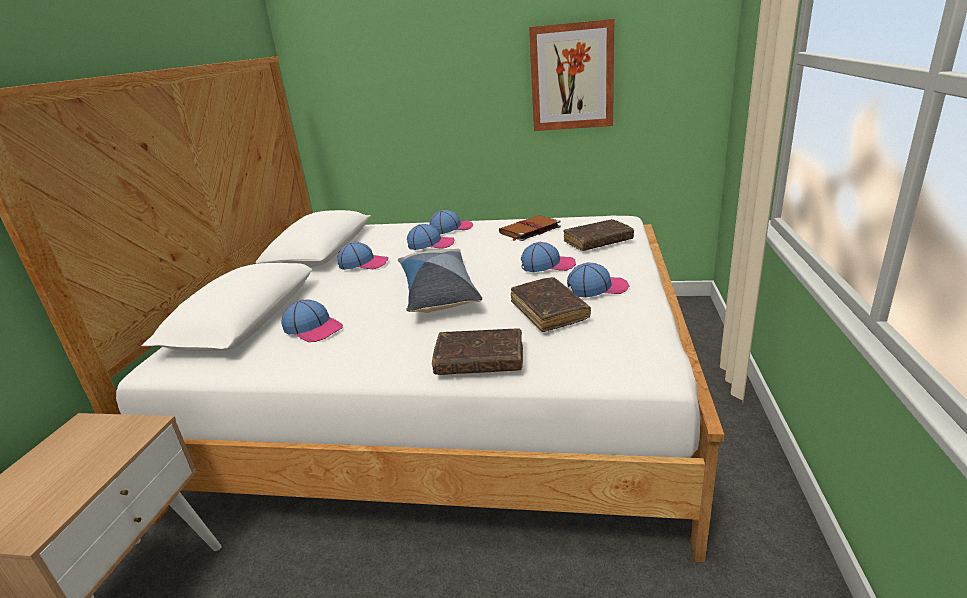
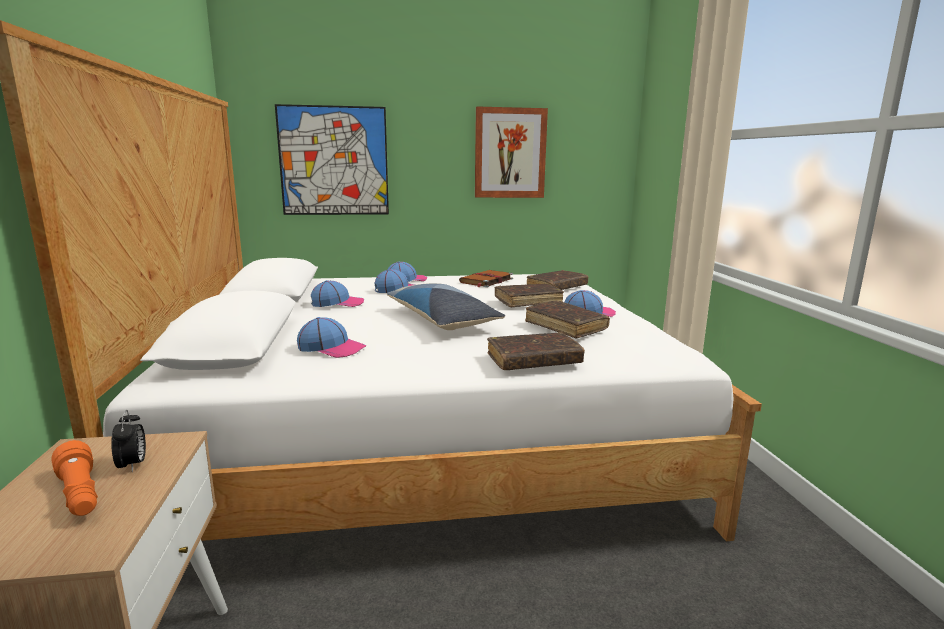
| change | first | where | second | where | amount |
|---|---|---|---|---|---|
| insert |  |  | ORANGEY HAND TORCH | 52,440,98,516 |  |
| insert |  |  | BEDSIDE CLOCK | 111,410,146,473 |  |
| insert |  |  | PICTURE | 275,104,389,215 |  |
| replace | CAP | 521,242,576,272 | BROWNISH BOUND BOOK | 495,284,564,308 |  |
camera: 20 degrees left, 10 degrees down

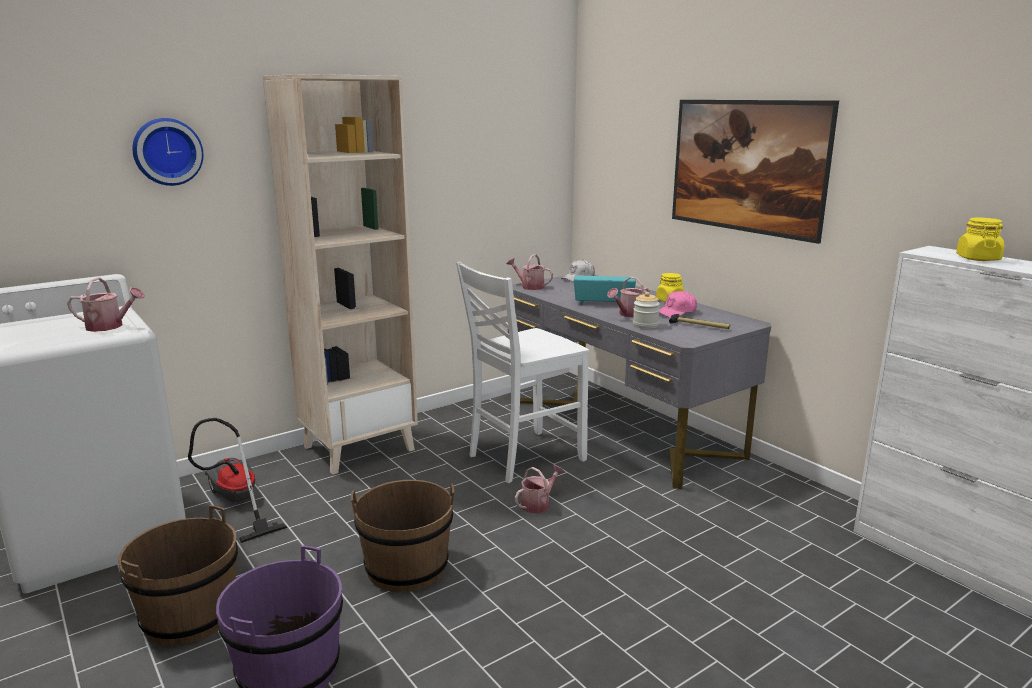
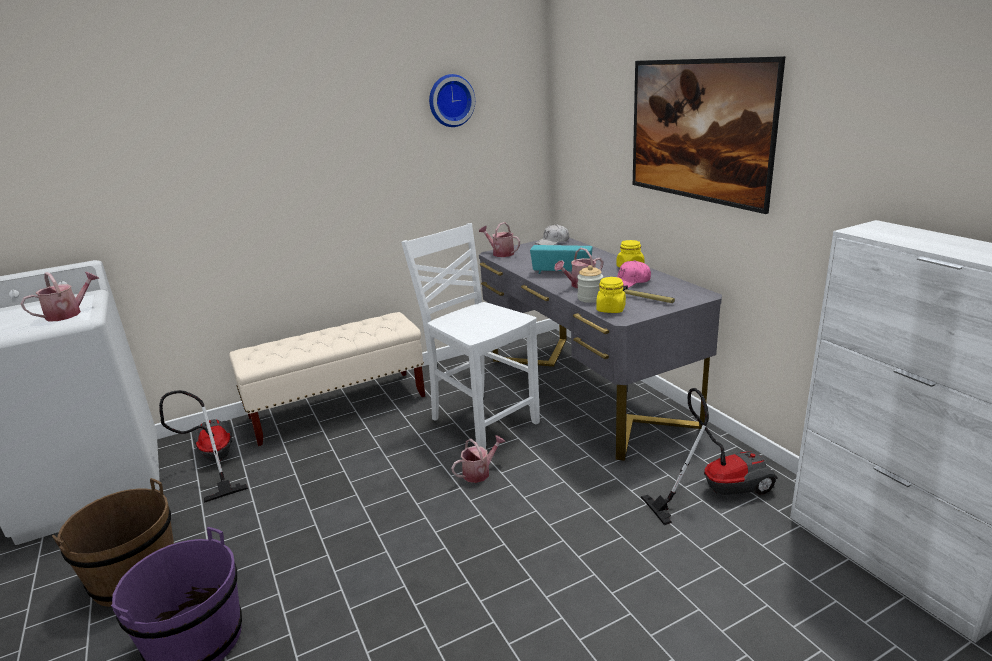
| change | first | where | second | where | amount |
|---|---|---|---|---|---|
| delete | BROWNISH BUCKET | 351,480,454,593 |  |  |  |
| insert |  |  | VACUUM CLEANER | 641,388,777,525 |  |
| move | WALL CLOCK | 132,118,203,186 |  | 429,74,475,127 |  |
| move | YELLOW JAR | 956,218,1004,261 |  | 596,277,626,313 |  |
| replace | BEIGE BOOKCASE | 263,74,418,475 | BEIGE BENCH | 229,312,425,446 |  |
| rotate | WATERING CAN | 67,277,145,332 |  | 21,272,99,321 | 60 degrees counterclockwise |
| rotate | WHITE-COLOURED CHAIR | 456,261,589,483 |  | 401,223,540,449 | 75 degrees clockwise |
camera: 10 degrees right, 5 degrees up

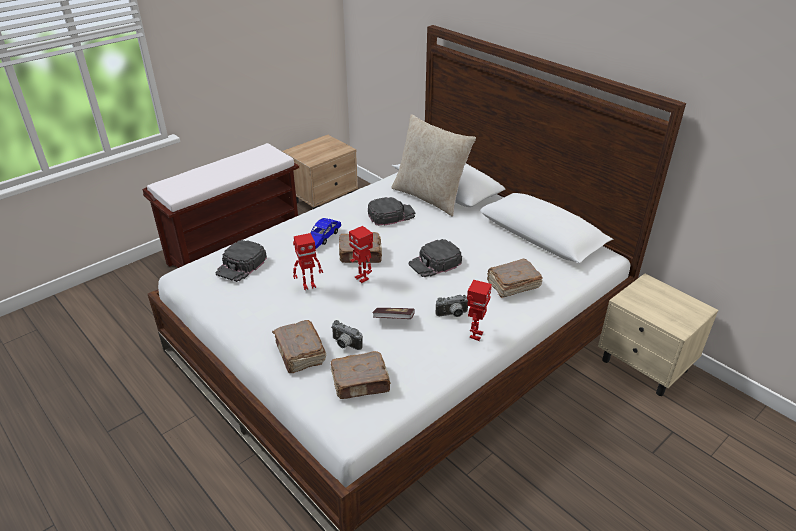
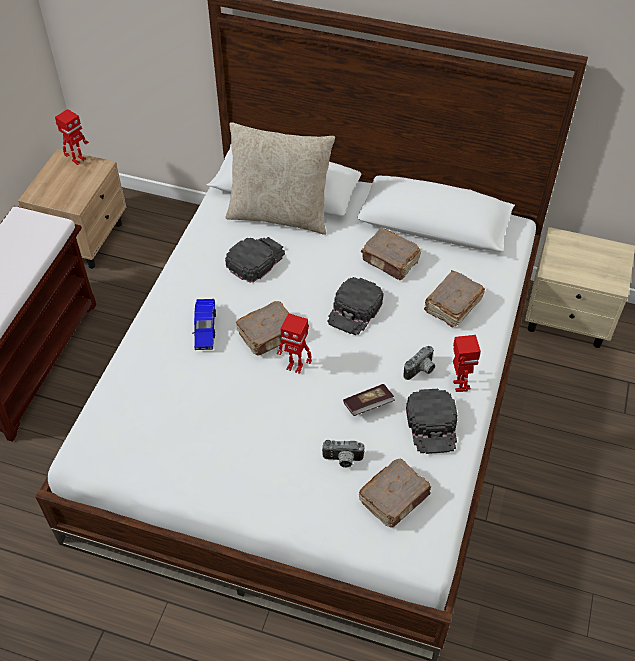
| change | first | where | second | where | amount |
|---|---|---|---|---|---|
| move | BLACKISH CAP | 215,240,267,282 |  | 406,389,457,454 |  |
| move | BROWNISH BOUND BOOK | 272,320,326,373 |  | 361,228,421,280 |  |
| move | MODEL ROBOT | 293,233,323,290 |  | 55,109,89,165 |  |
camera: 30 degrees left, 15 degrees up

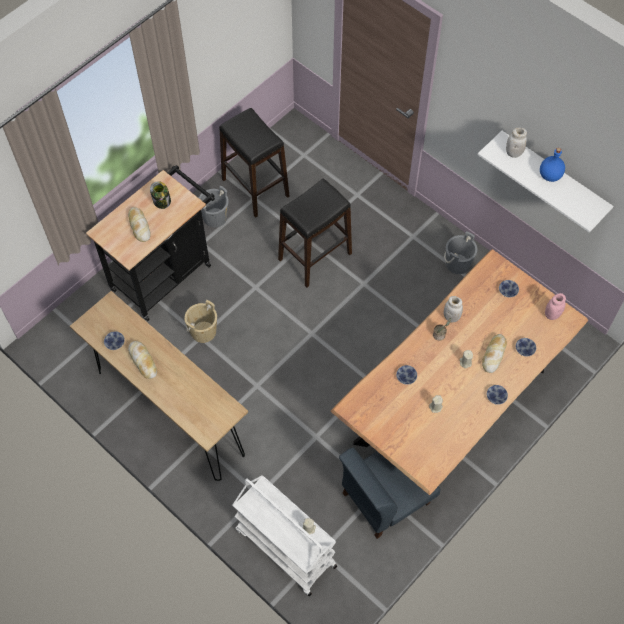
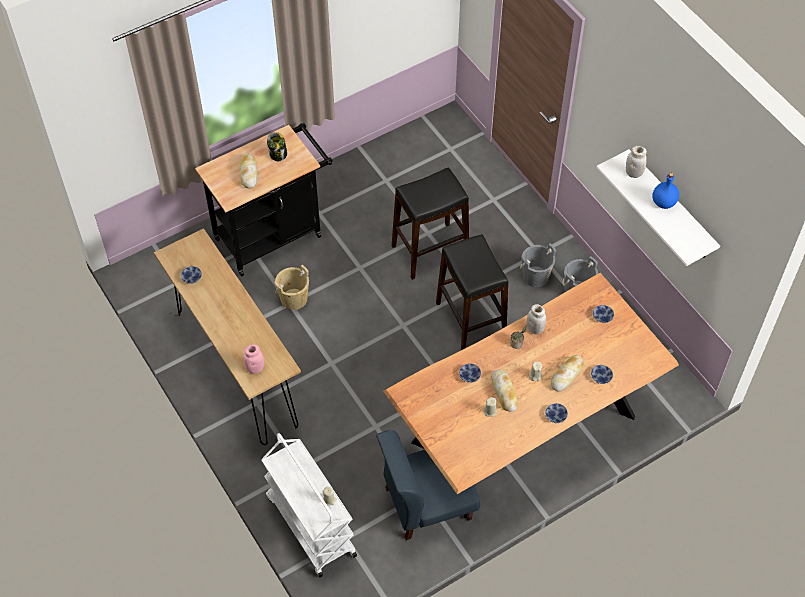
| change | first | where | second | where | amount |
|---|---|---|---|---|---|
| move | BAKED BREAD | 128,341,157,379 |  | 491,370,518,412 |  |
| move | GRAY BUCKET | 199,186,229,227 |  | 520,243,556,287 |  |
| move | BLACKISH STOOL SEAT | 219,108,290,218 |  | 436,234,508,350 |  |
| move | PINK JAR | 545,293,566,320 |  | 243,345,264,374 |  |
camera: 15 degrees right, 5 degrees down

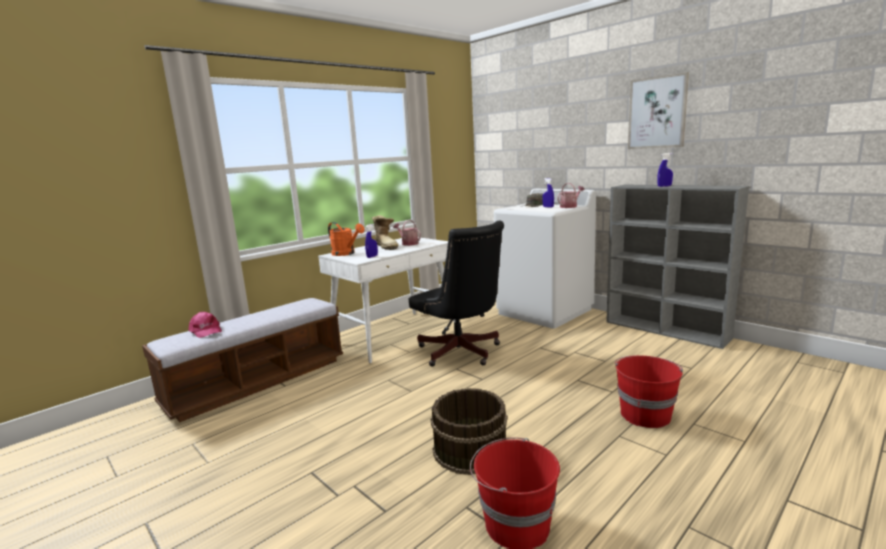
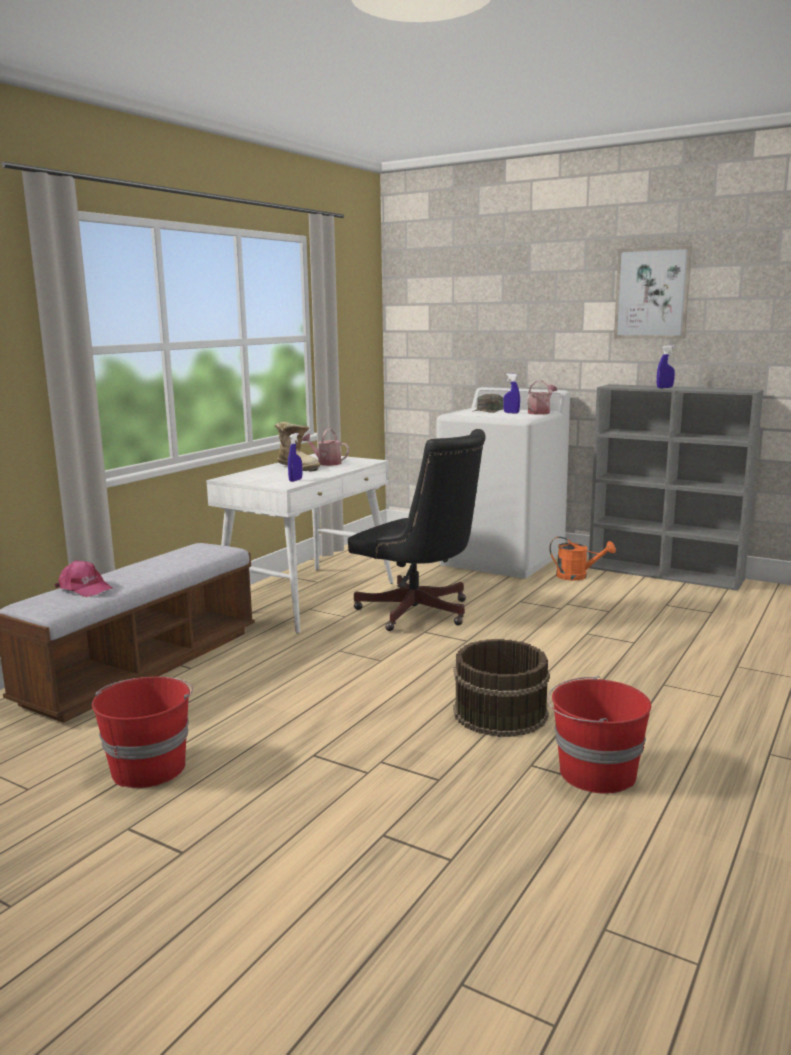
| change | first | where | second | where | amount |
|---|---|---|---|---|---|
| move | ORANGEY WATERING CAN | 328,222,365,256 |  | 549,537,616,580 |  |
| move | REDDISH BUCKET | 615,355,683,428 |  | 92,677,193,788 |  |
camera: 15 degrees left, 0 degrees up

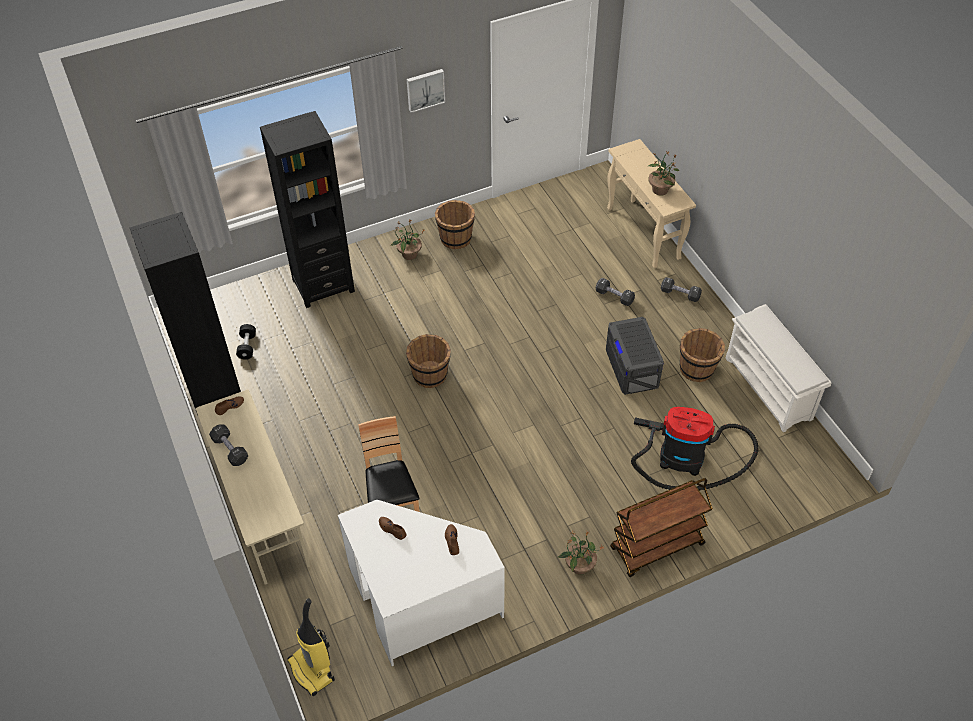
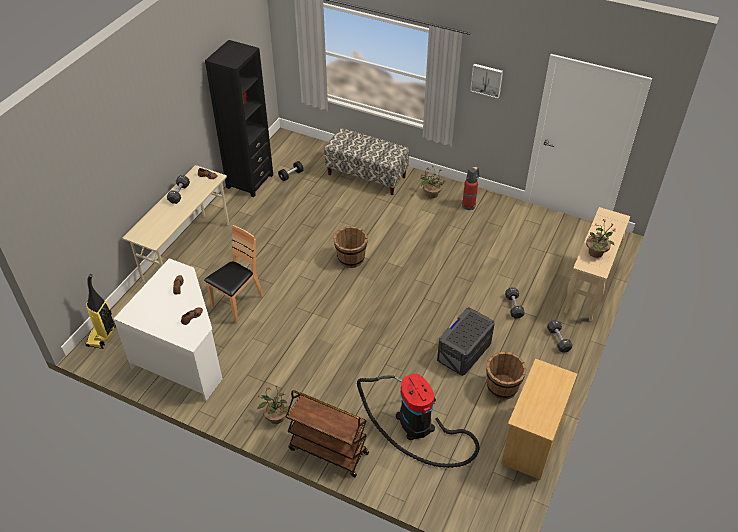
| change | first | where | second | where | amount |
|---|---|---|---|---|---|
| replace | BLACKISH BOOKCASE | 260,111,355,308 | BENCH | 324,128,409,195 |  |
| replace | BROWNISH BUCKET | 435,200,475,249 | FIRE EXTINGUISHER | 462,167,480,210 |  |
| replace | WHITE-COLOURED SHOE SHELF | 725,304,832,432 | BEIGE DRESSER | 501,359,577,480 |  |
camera: 50 degrees right, 5 degrees down

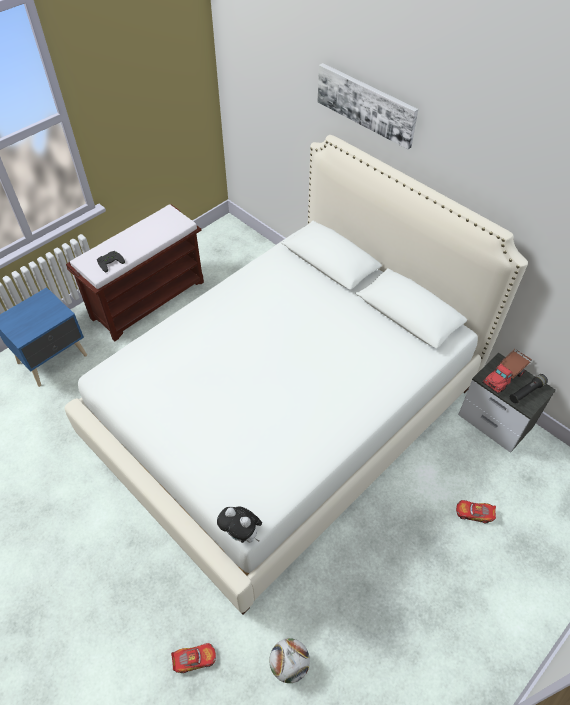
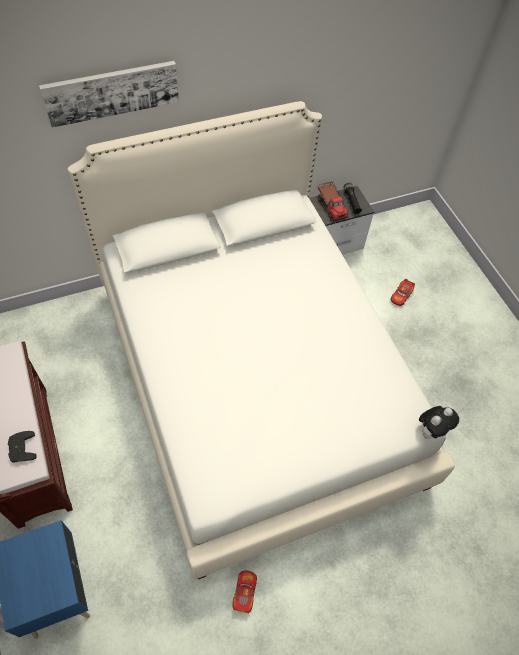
| change | first | where | second | where | amount |
|---|---|---|---|---|---|
| delete | BALL FOR FOOTBALL | 269,638,310,683 |  |  |  |
| move | MINIATURE CAR | 171,643,216,673 |  | 233,570,257,613 |  |
camera: 70 degrees left, 5 degrees up

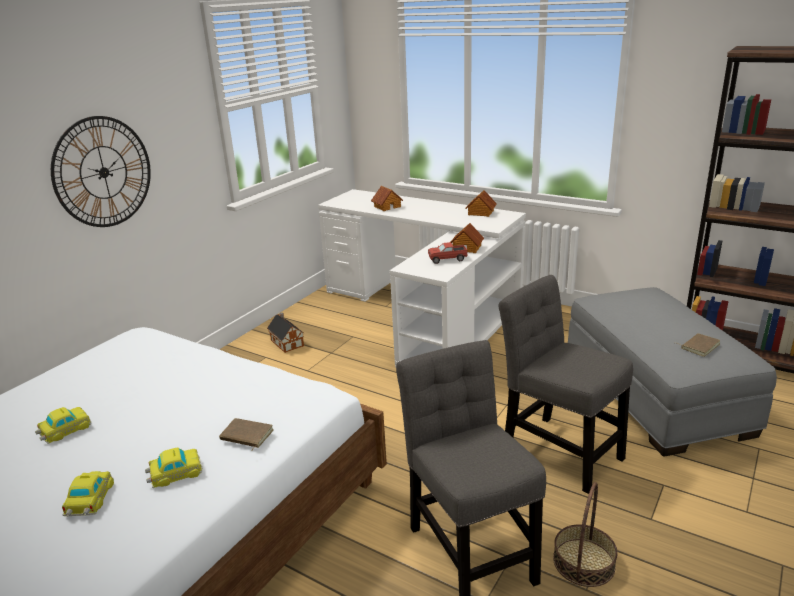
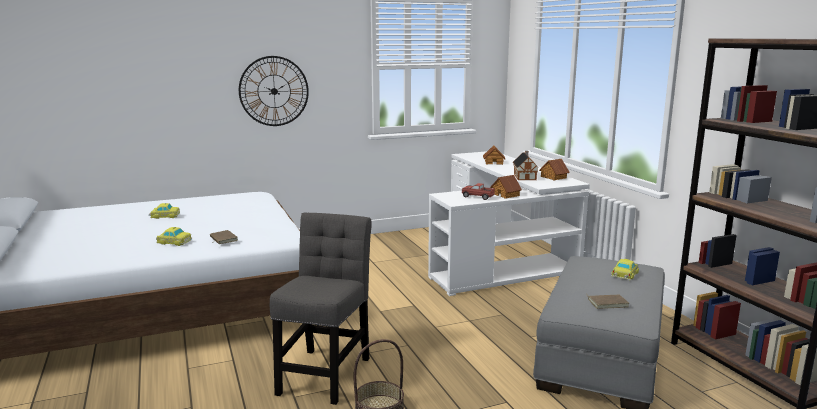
| change | first | where | second | where | amount |
|---|---|---|---|---|---|
| delete | GRAY CHAIR | 499,275,633,494 |  |  |  |
| move | MINIATURE CAR | 62,471,114,517 |  | 611,259,639,280 |  |
| move | TOY HOUSE | 267,313,305,353 |  | 513,151,539,180 |  |
camera: 35 degrees right, 10 degrees down

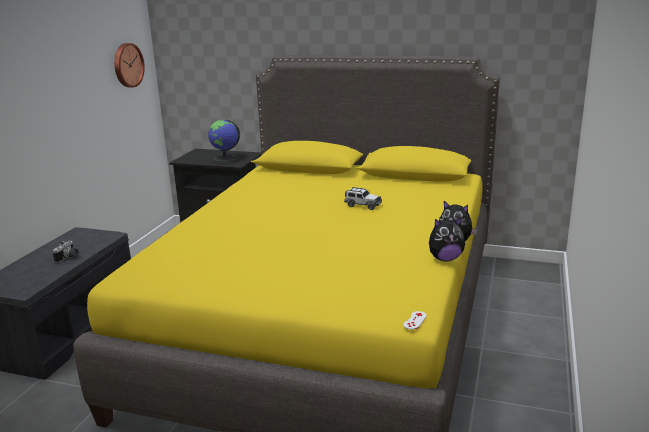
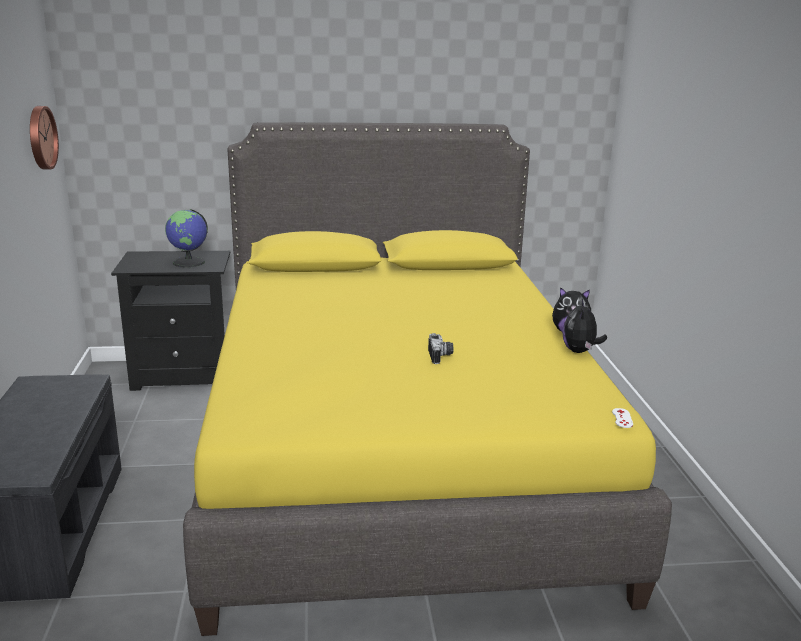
| change | first | where | second | where | amount |
|---|---|---|---|---|---|
| delete | MINIATURE CAR | 344,187,382,210 |  |  |  |
| move | STILL CAMERA | 53,241,79,263 |  | 428,333,453,364 |  |
| rotate | SOFT TOY | 429,217,465,261 |  | 562,299,607,353 | 135 degrees clockwise |
camera: 25 degrees left, 0 degrees up

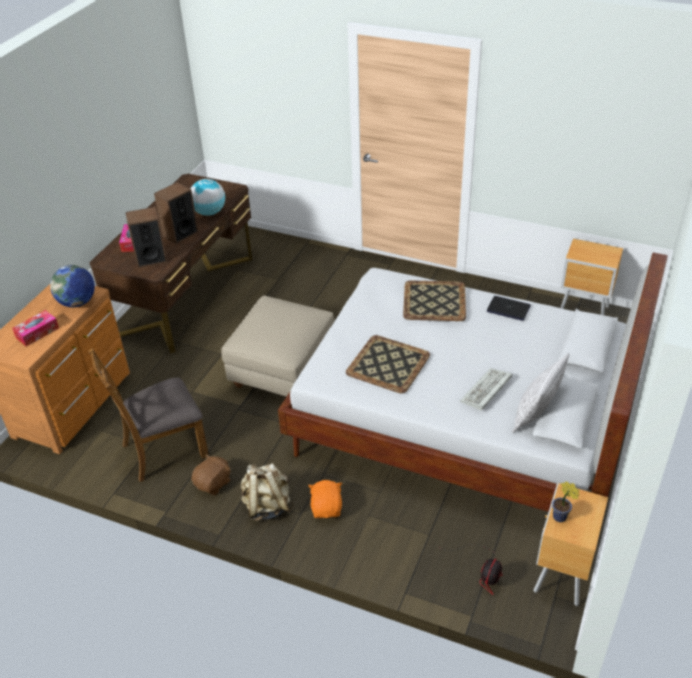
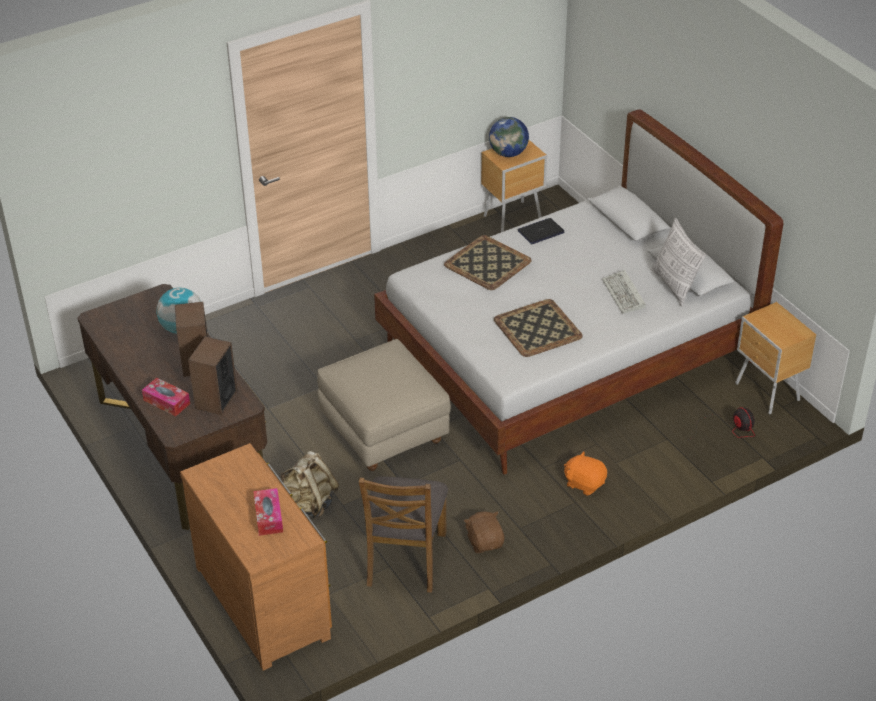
| change | first | where | second | where | amount |
|---|---|---|---|---|---|
| delete | POTTED PLANT | 552,481,580,522 |  |  |  |
| move | WORLD GLOBE | 50,265,95,307 |  | 489,117,529,157 |  |
| move | BEIGE RUCKSACK | 241,463,294,521 |  | 280,451,339,519 |  |
camera: 55 degrees left, 0 degrees up

